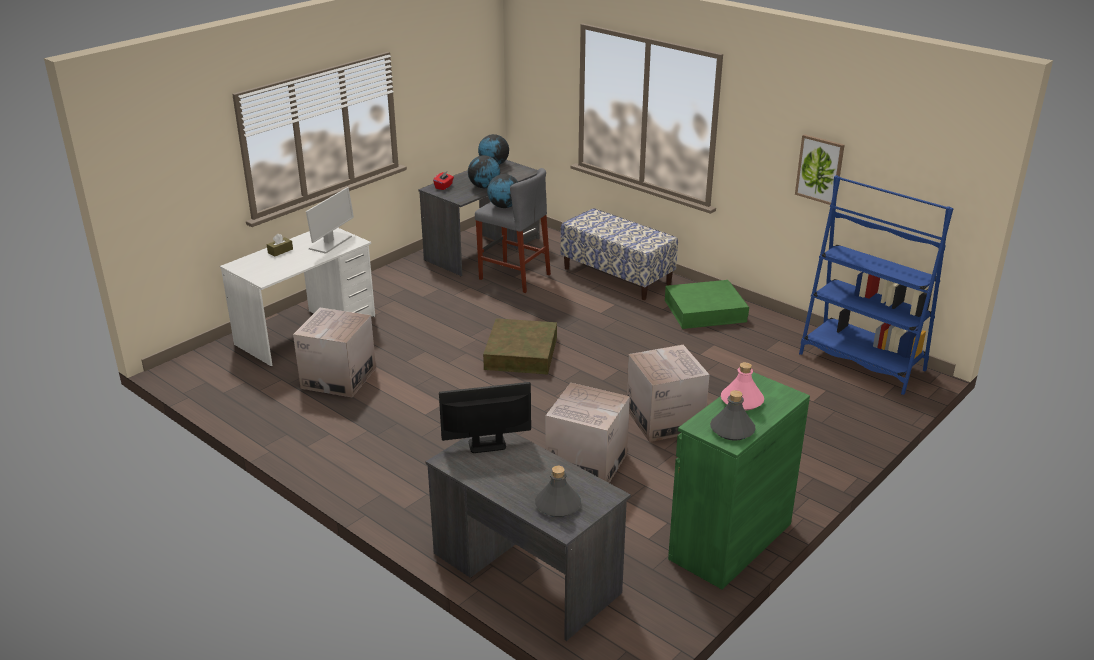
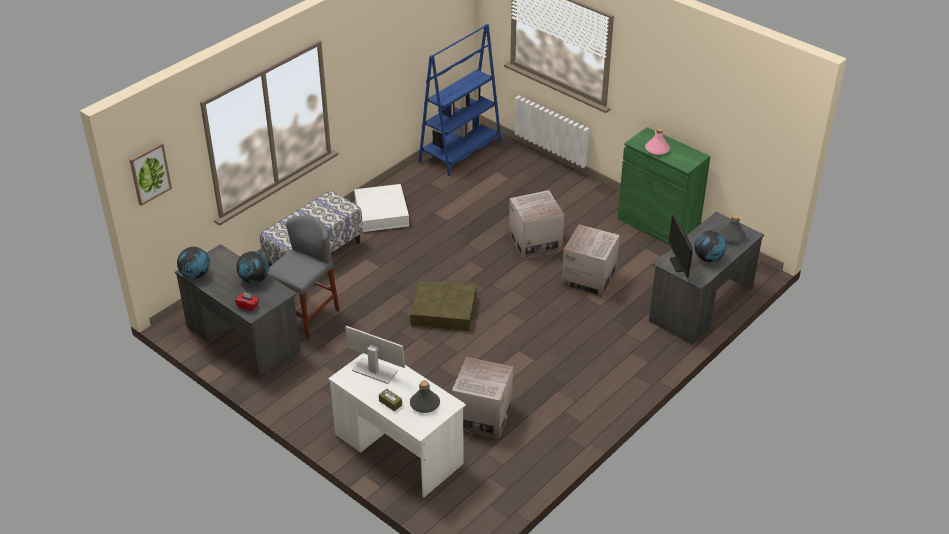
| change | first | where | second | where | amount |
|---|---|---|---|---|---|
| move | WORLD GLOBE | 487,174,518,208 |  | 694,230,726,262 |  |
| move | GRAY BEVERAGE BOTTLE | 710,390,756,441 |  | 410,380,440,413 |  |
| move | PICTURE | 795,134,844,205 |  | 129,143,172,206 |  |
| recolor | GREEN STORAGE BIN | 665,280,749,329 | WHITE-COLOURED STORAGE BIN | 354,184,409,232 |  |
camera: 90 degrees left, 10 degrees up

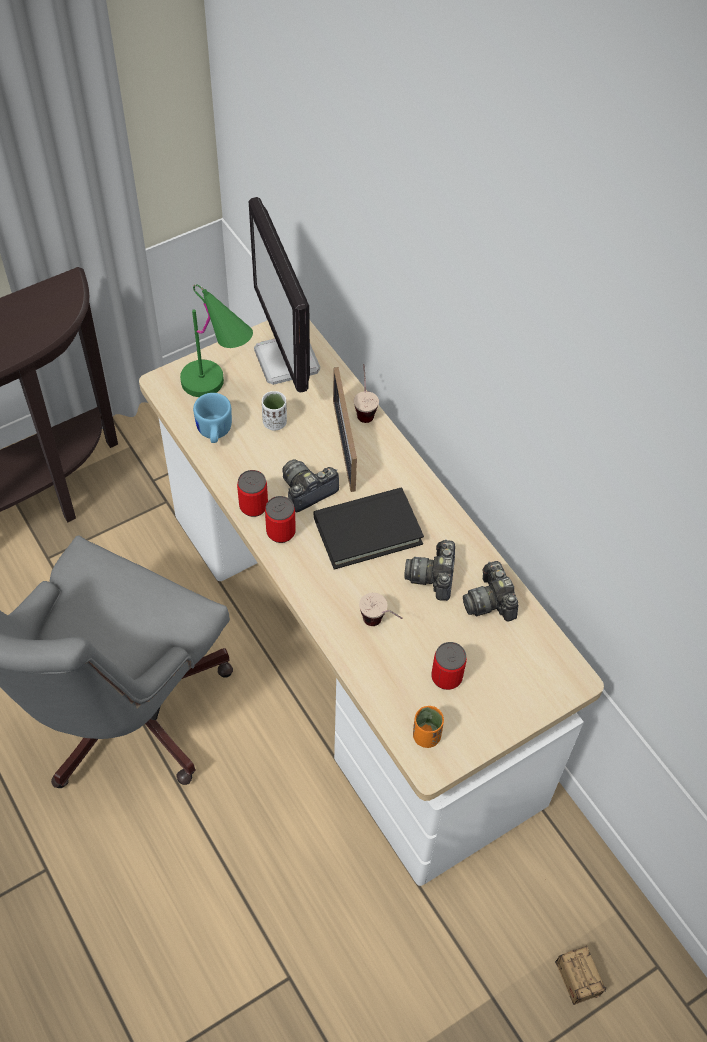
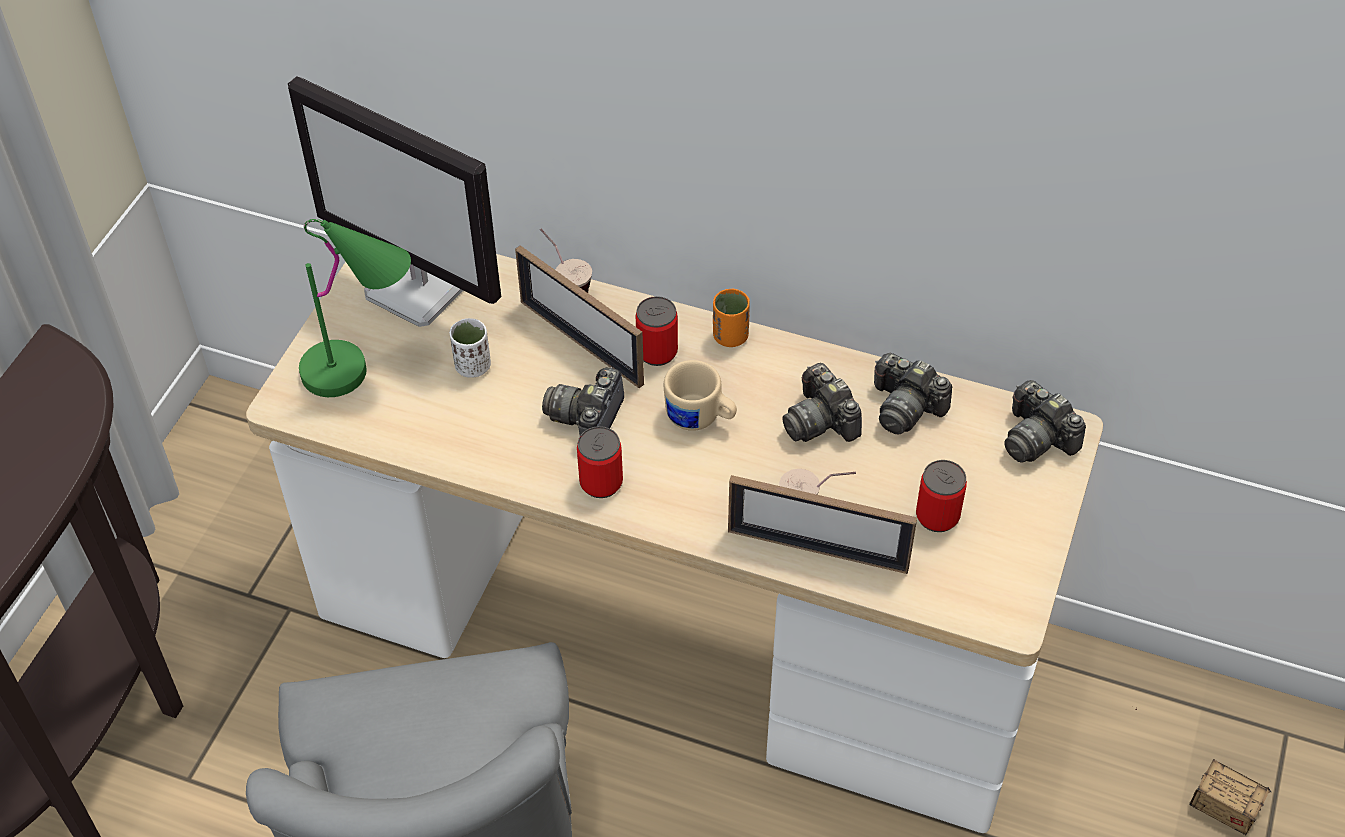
| change | first | where | second | where | amount |
|---|---|---|---|---|---|
| delete | BLUISH MUG | 193,393,232,443 |  |  |  |
| insert |  |  | STANDING FRAME | 728,475,917,574 |  |
| insert |  |  | STILL CAMERA | 1005,380,1086,463 |  |
| move | CAN | 237,470,268,517 |  | 636,296,678,366 |  |
| move | ORANGEY DRINKING CUP | 413,706,444,748 |  | 713,289,750,347 |  |
| replace | BLACKISH BOUND BOOK | 314,488,424,569 | BEIGE MUG | 664,360,737,431 |  |
camera: 35 degrees left, 5 degrees down

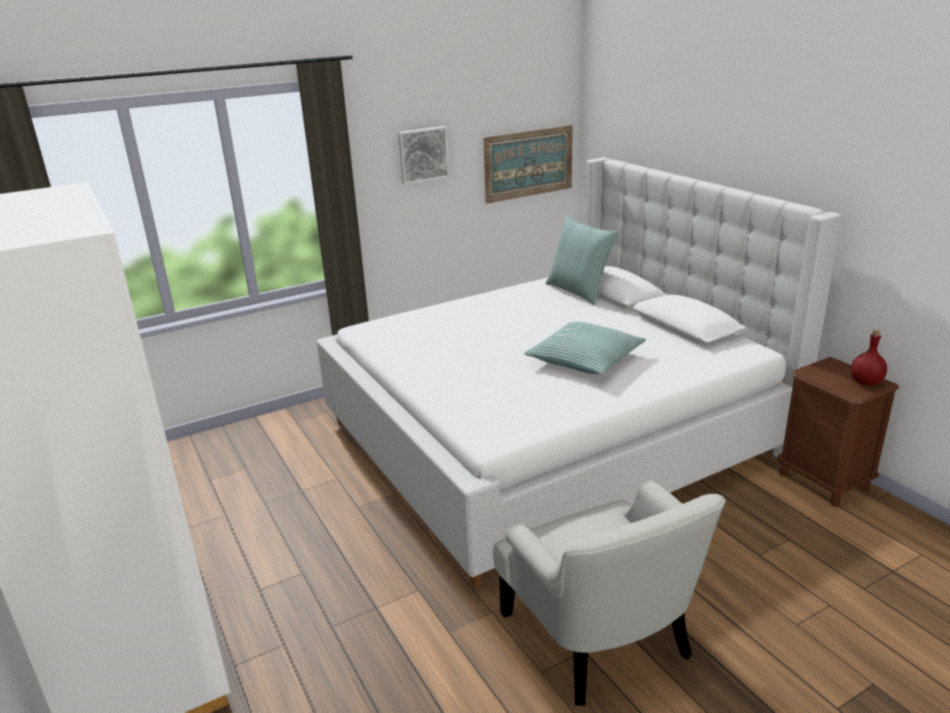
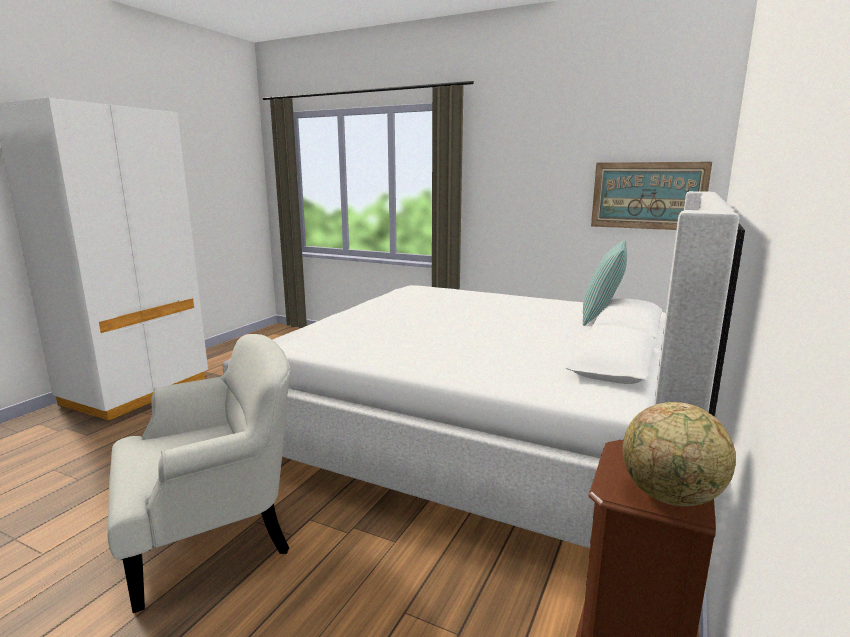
| change | first | where | second | where | amount |
|---|---|---|---|---|---|
| delete | PICTURE | 398,126,449,185 |  |  |  |
| delete | CUSHION | 524,322,646,375 |  |  |  |
| replace | REDDISH BEVERAGE BOTTLE | 851,330,887,386 | WORLD GLOBE | 622,402,736,506 |  |
| rotate | WHITE-COLOURED LOUNGE CHAIR | 493,480,725,706 |  | 107,334,291,613 | 150 degrees counterclockwise |
camera: 55 degrees right, 10 degrees down

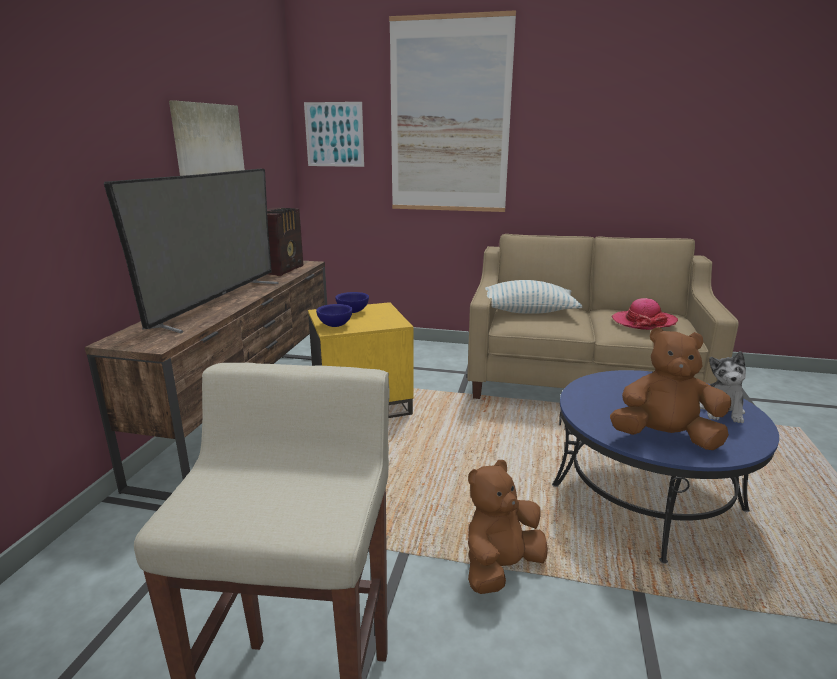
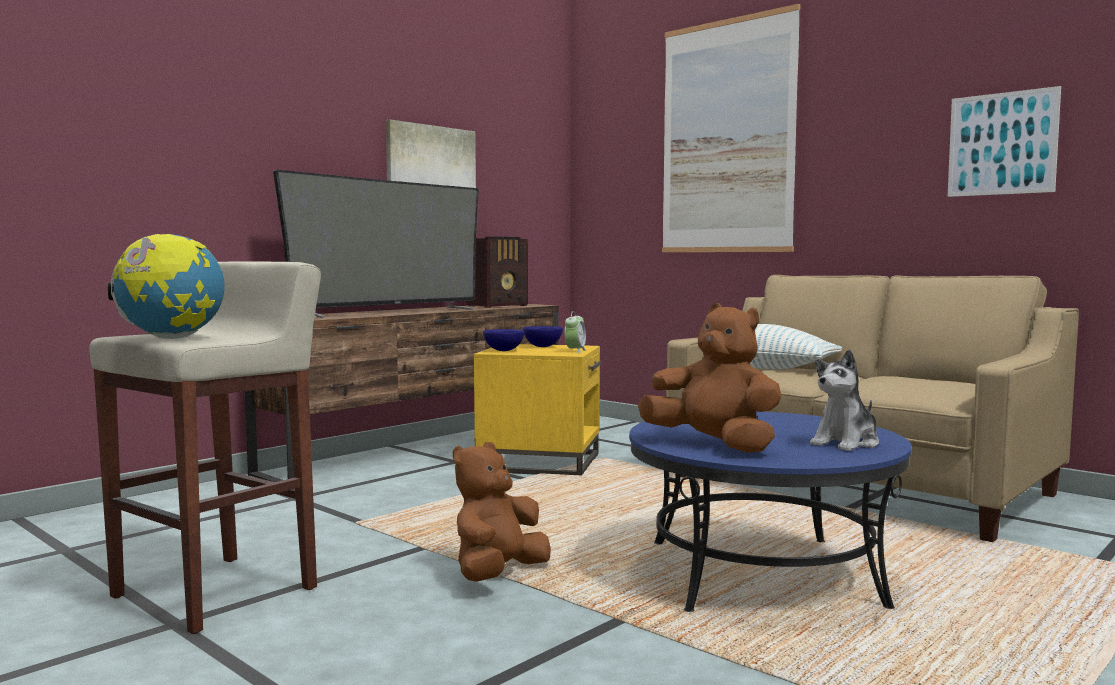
| change | first | where | second | where | amount |
|---|---|---|---|---|---|
| delete | CLOTHING HAT | 612,298,678,330 |  |  |  |
| insert |  |  | WORLD GLOBE | 108,234,225,339 |  |
| insert |  |  | BEDSIDE CLOCK | 565,311,586,353 |  |
| move | PICTURE | 304,102,364,167 |  | 948,86,1061,197 |  |
| rotate | BROWNISH SOFT TOY | 468,460,548,594 |  | 453,442,551,582 | 45 degrees counterclockwise |
camera: 30 degrees right, 15 degrees down

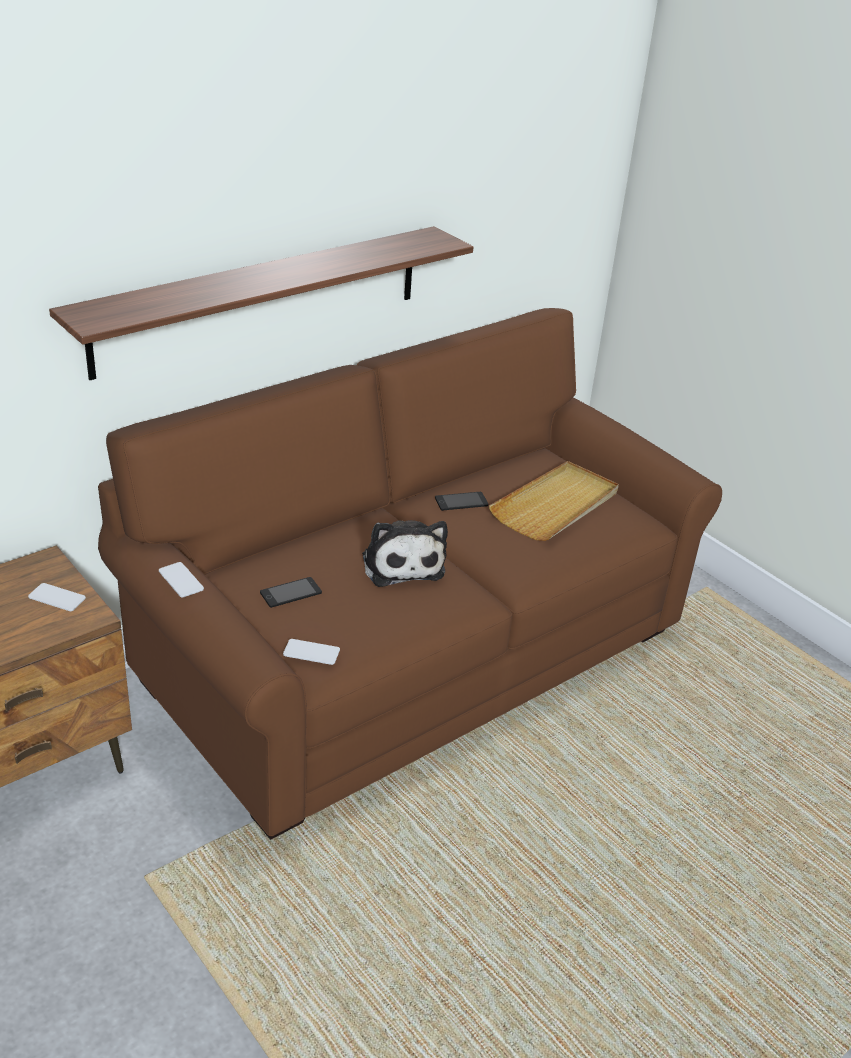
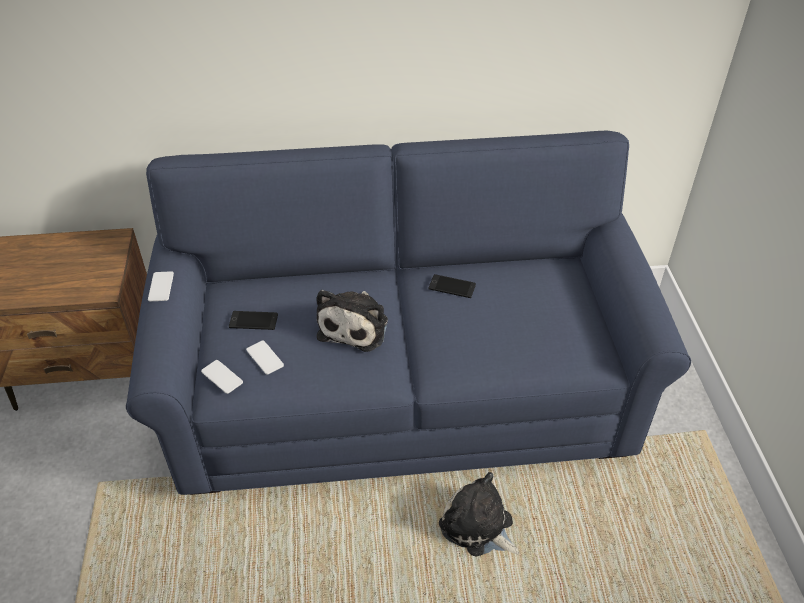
| change | first | where | second | where | amount |
|---|---|---|---|---|---|
| delete | WALL SHELF | 49,226,473,380 |  |  |  |
| delete | BEIGE TRAY | 489,461,619,541 |  |  |  |
| insert |  |  | SOFT TOY | 439,472,519,556 |  |
| move | PHONE | 28,583,86,611 |  | 246,340,284,375 |  |
| recolor | BROWNISH SOFA | 98,308,722,840 | BLUISH SOFA | 126,130,691,495 |  |
camera: 35 degrees right, 10 degrees up

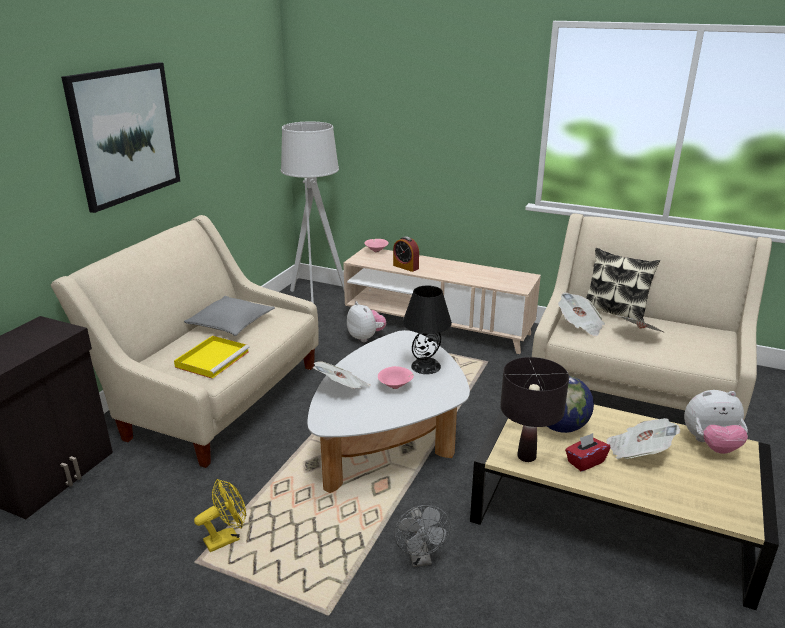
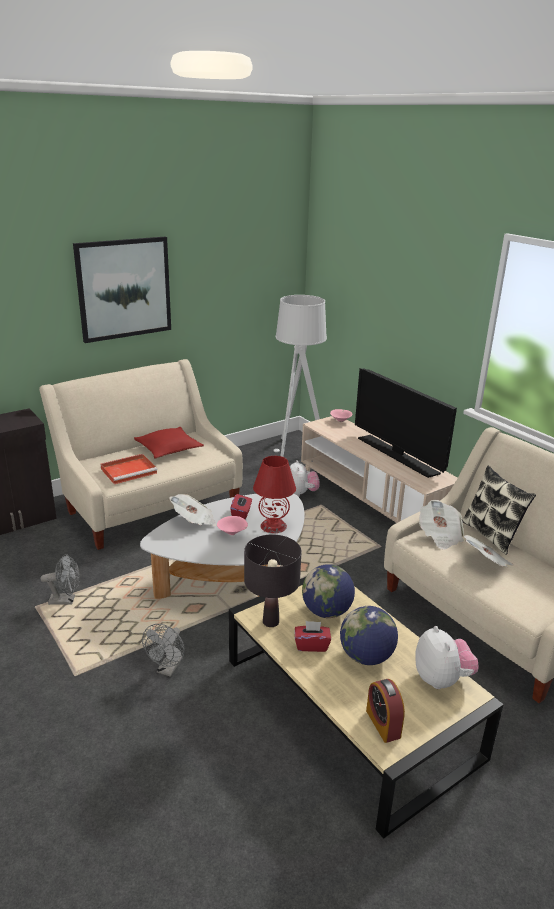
| change | first | where | second | where | amount |
|---|---|---|---|---|---|
| insert |  |  | REDDISH TISSUE BOX | 230,494,252,519 |  |
| insert |  |  | TV SET | 355,368,457,478 |  |
| move | BEDSIDE CLOCK | 393,236,419,272 |  | 366,679,405,743 |  |
| replace | DAILY PAPER | 606,418,680,459 | WORLD GLOBE | 340,606,398,665 |  |
| recolor | YELLOW TRAY | 174,336,250,379 | REDDISH TRAY | 101,454,157,484 |  |
| recolor | GRAY CUSHION | 184,296,275,336 | REDDISH CUSHION | 134,427,204,459 |  |
| recolor | YELLOW FAN | 194,479,246,552 | GRAY FAN | 41,554,80,605 |  |
| recolor | BLACKISH TABLETOP LAMP | 403,285,452,374 | REDDISH TABLETOP LAMP | 253,456,296,533 |  |
| rotate | SOFT TOY | 684,390,748,454 |  | 415,626,478,689 | 135 degrees counterclockwise |
camera: 30 degrees right, 0 degrees up

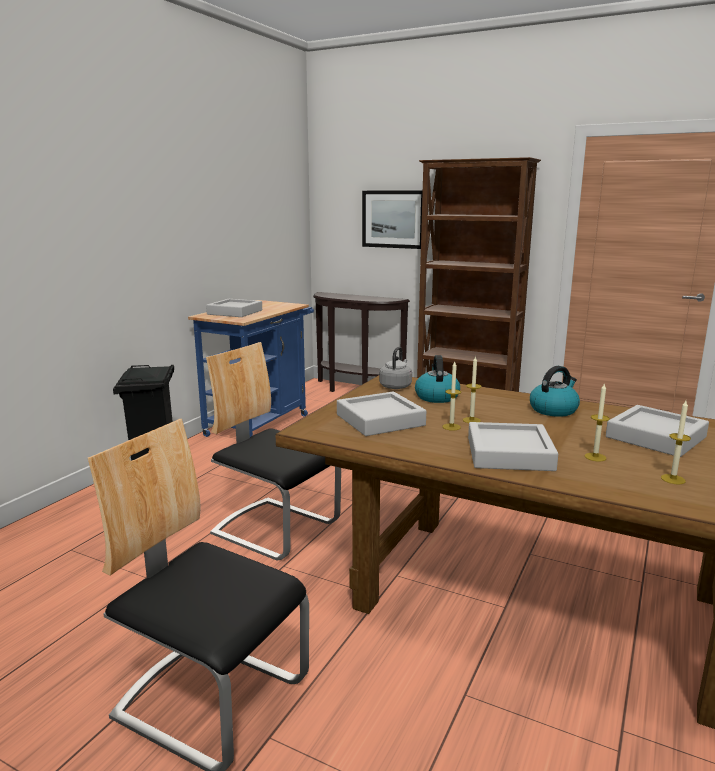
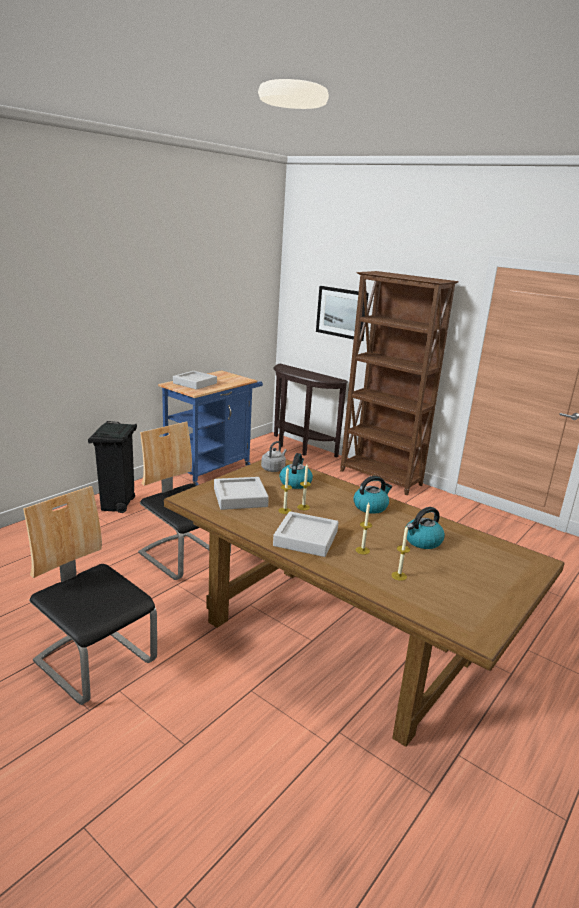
| change | first | where | second | where | amount |
|---|---|---|---|---|---|
| replace | GRAY TRAY | 606,405,709,457 | KETTLE | 405,507,445,549 |  |
camera: 10 degrees right, 5 degrees up

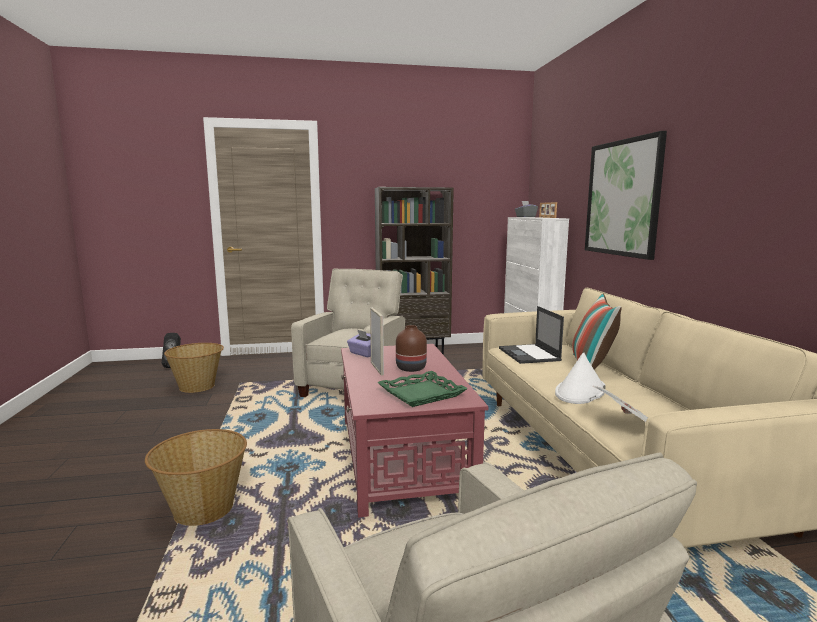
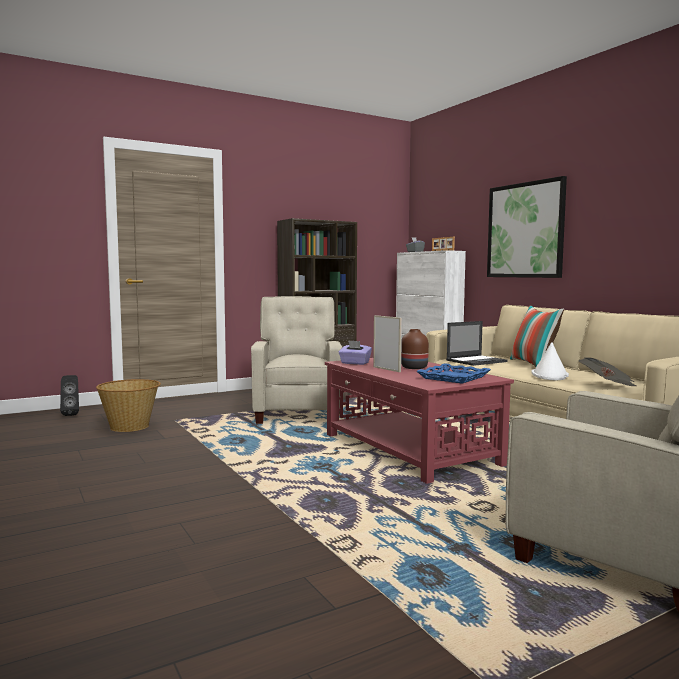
| change | first | where | second | where | amount |
|---|---|---|---|---|---|
| delete | HOUSEHOLD BASKET | 145,429,247,526 |  |  |  |
| recolor | GREEN TRAY | 377,371,468,407 | BLUISH TRAY | 417,363,491,384 |  |
| rotate | PORTABLE COMPUTER | 499,306,564,364 |  | 446,321,508,366 | 90 degrees counterclockwise |
camera: 20 degrees left, 5 degrees down

